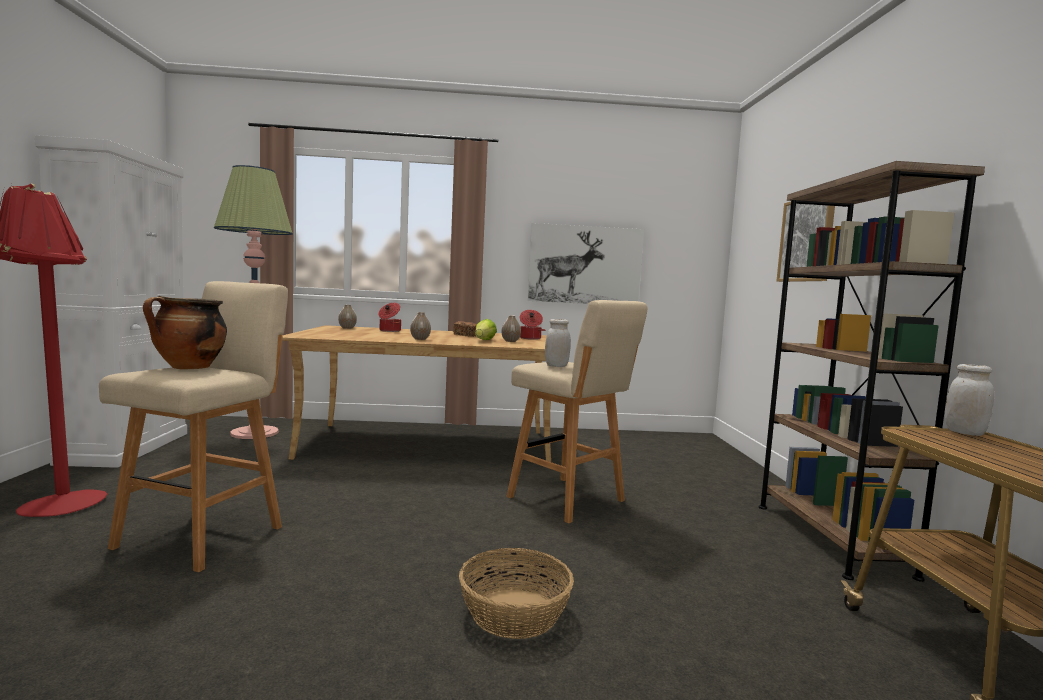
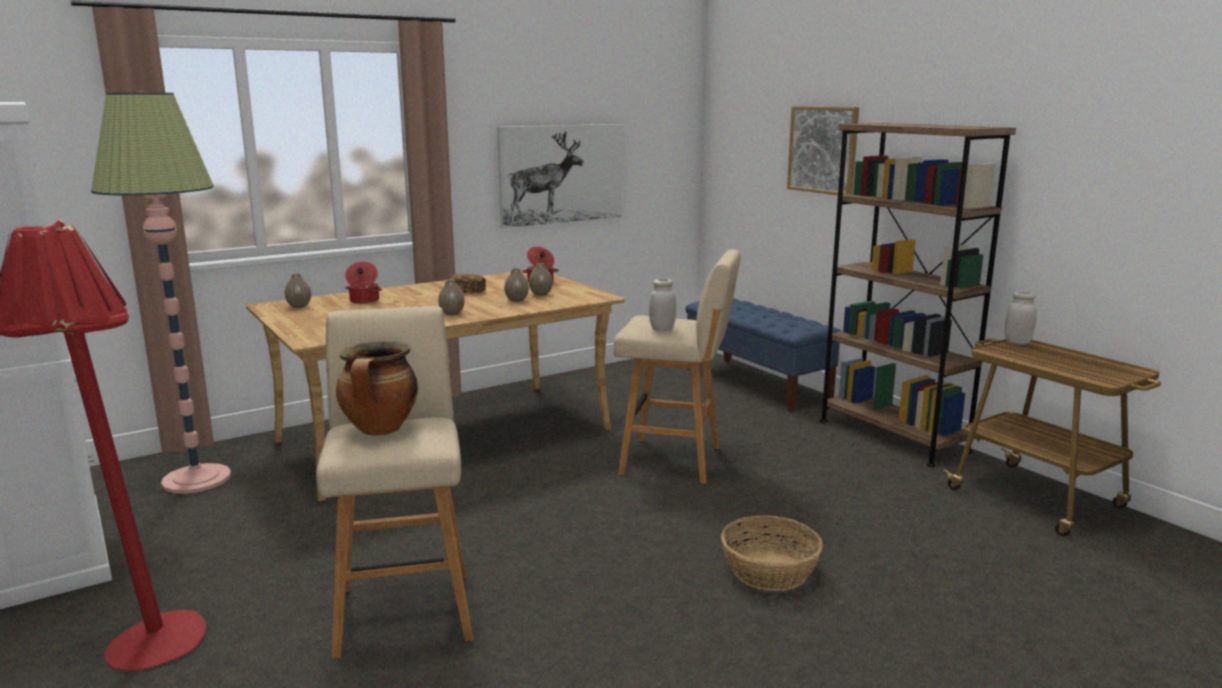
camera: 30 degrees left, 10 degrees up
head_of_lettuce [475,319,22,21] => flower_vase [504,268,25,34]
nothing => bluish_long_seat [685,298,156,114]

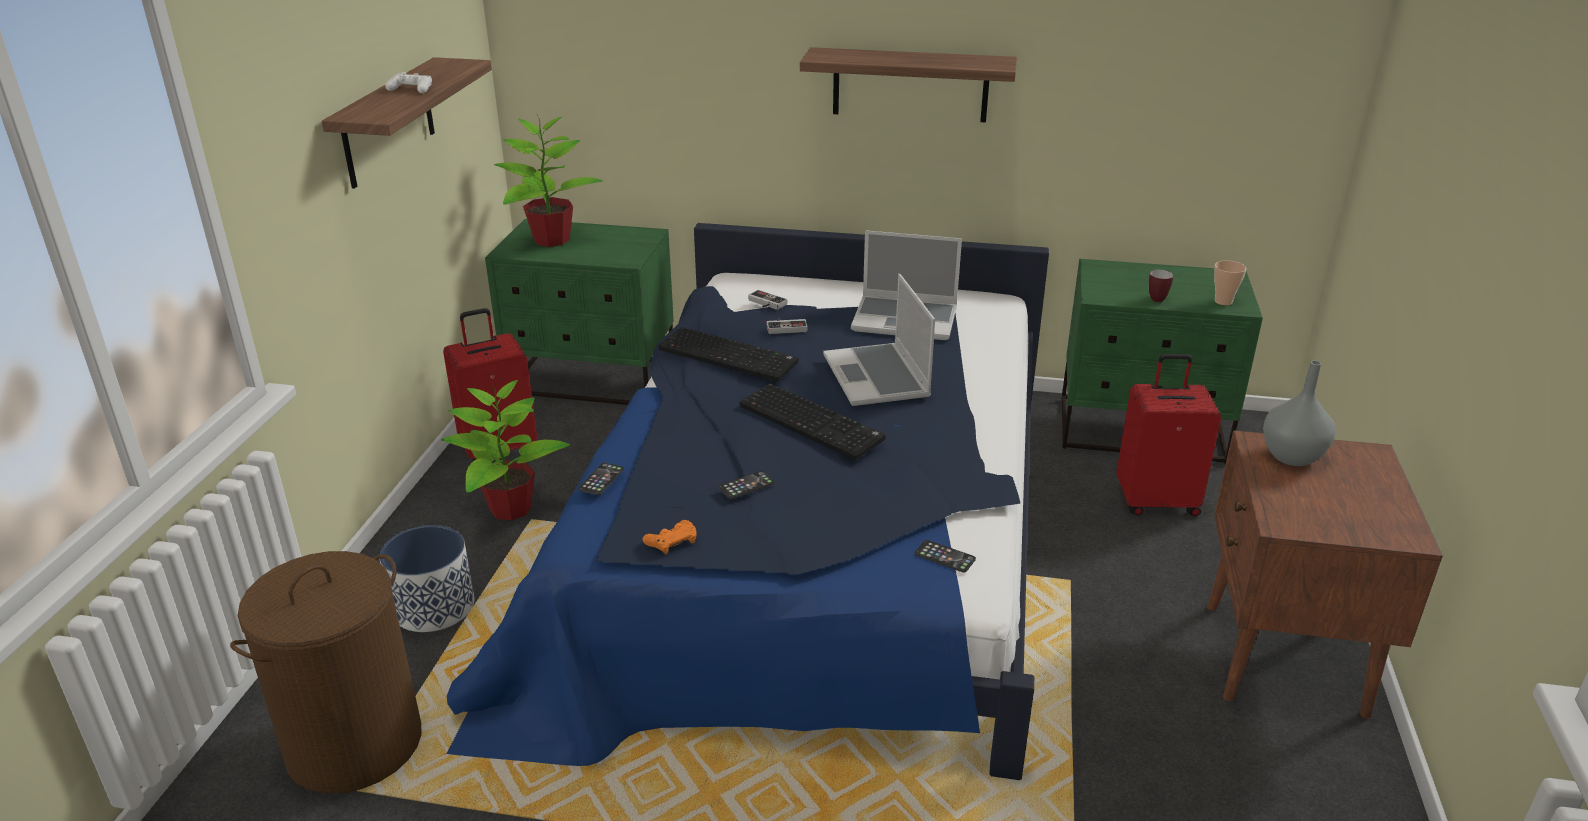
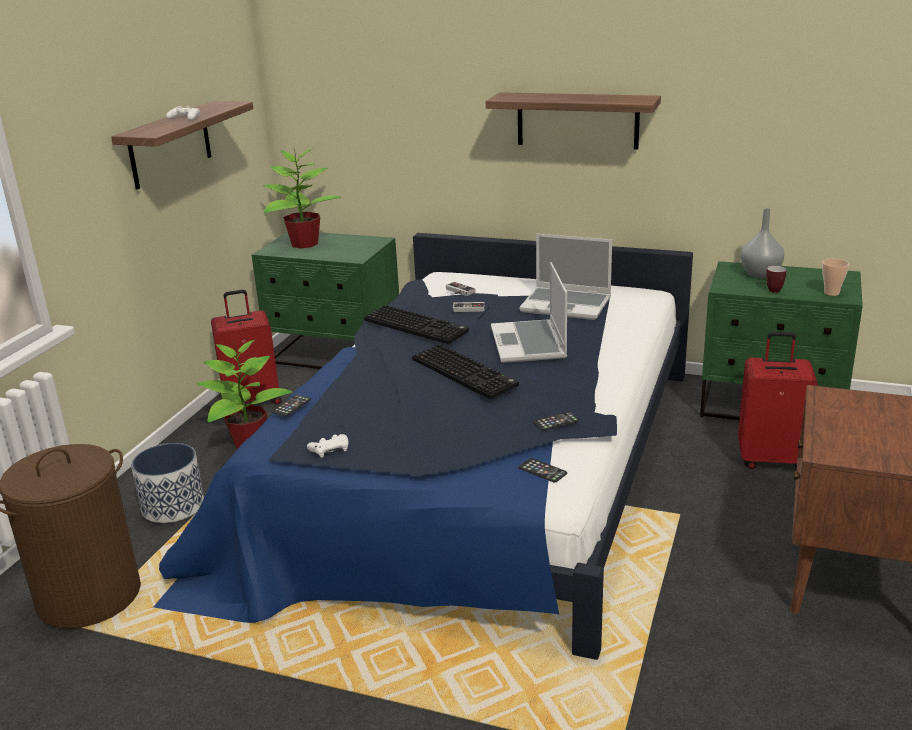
camera: 10 degrees right, 5 degrees down
grey_flower_vase [1263,361,72,105] => grey_flower_vase [741,208,44,70], move
handset [718,471,56,28] => handset [533,412,46,19], move
orange_game_controller [643,520,54,34] => white_game_controller [307,434,42,24]

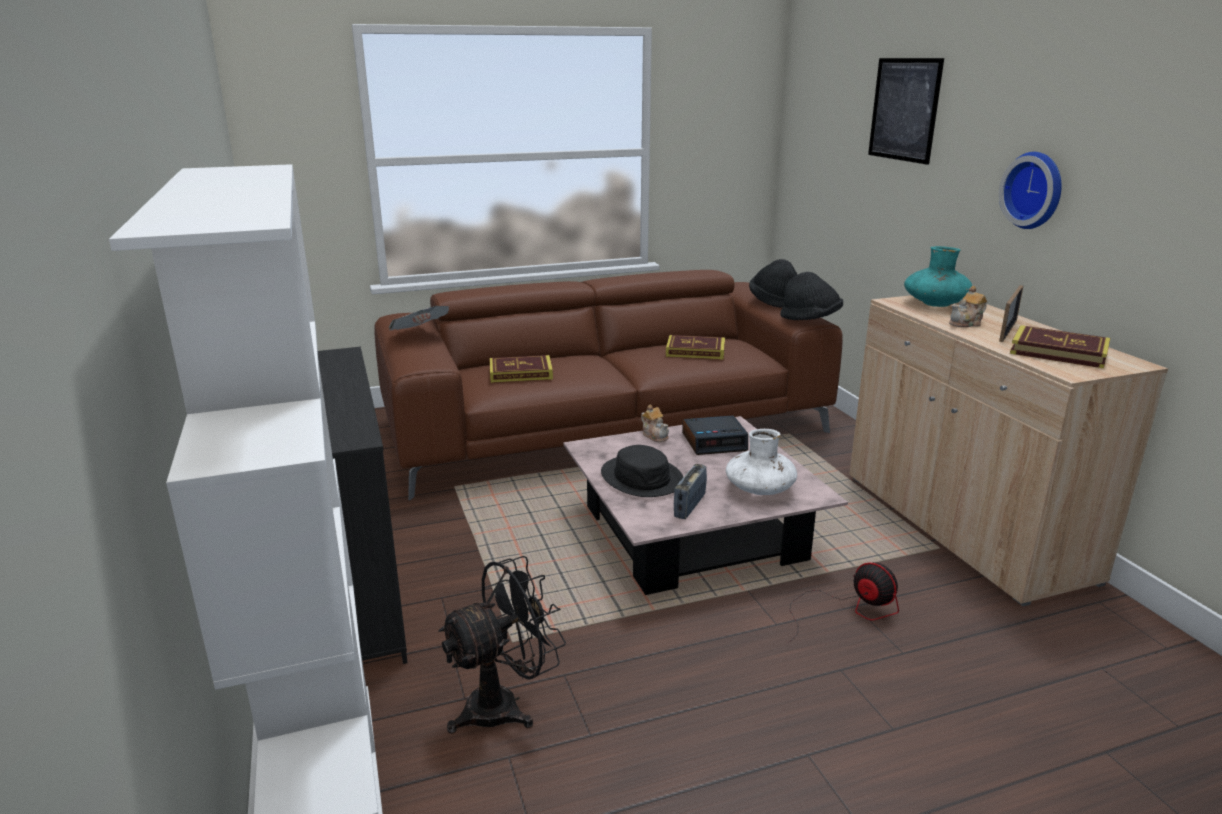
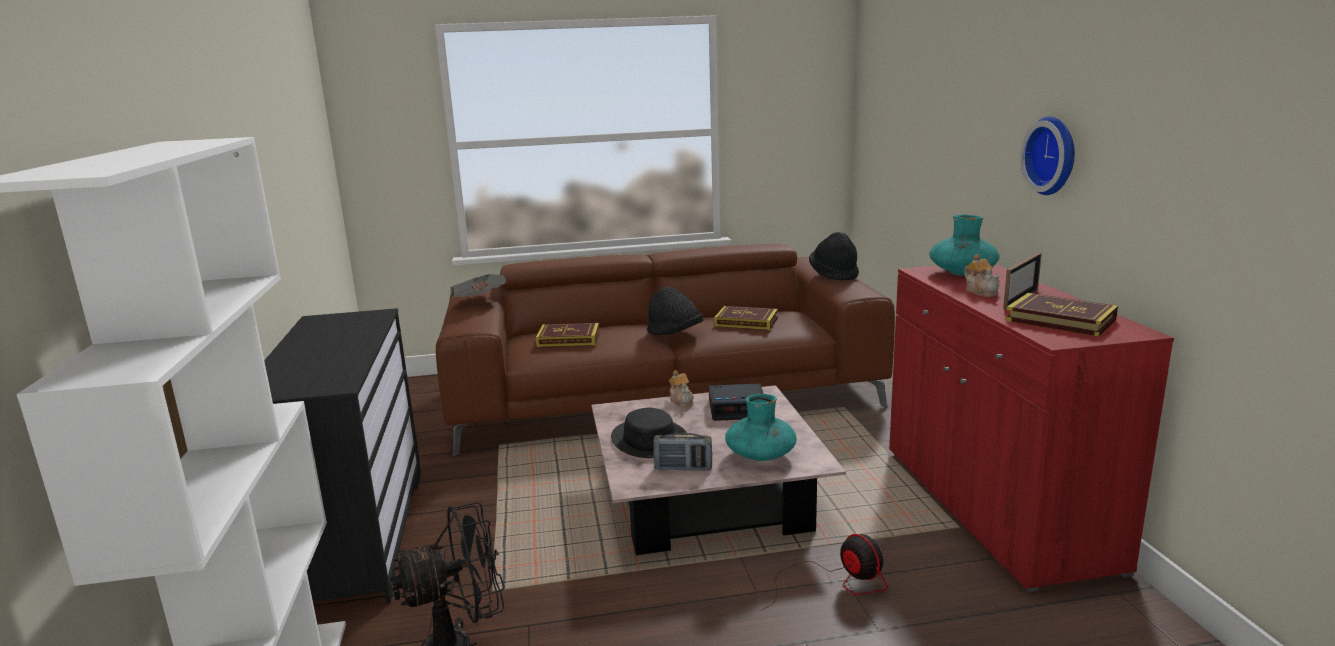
camera: 10 degrees right, 5 degrees down
wall_art [868,58,76,107] => nothing
black-coloured_wearable_hat [780,272,63,48] => black-coloured_wearable_hat [647,287,56,48], move
tea_pot [949,286,38,41] => tea_pot [964,254,36,43], 90 degrees counterclockwise
beige_storage_cabinet [849,295,319,311] => reddish_storage_cabinet [889,264,285,328]
white_flower_vase [726,429,71,66] => blue-green_flower_vase [725,394,72,67]
radio_set [674,464,33,55] => radio_set [653,433,59,38], 120 degrees counterclockwise

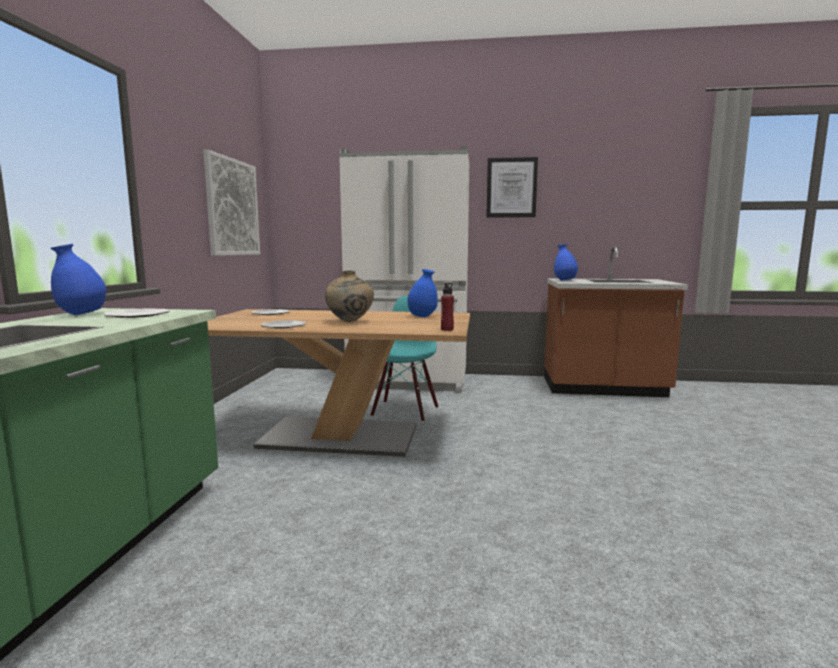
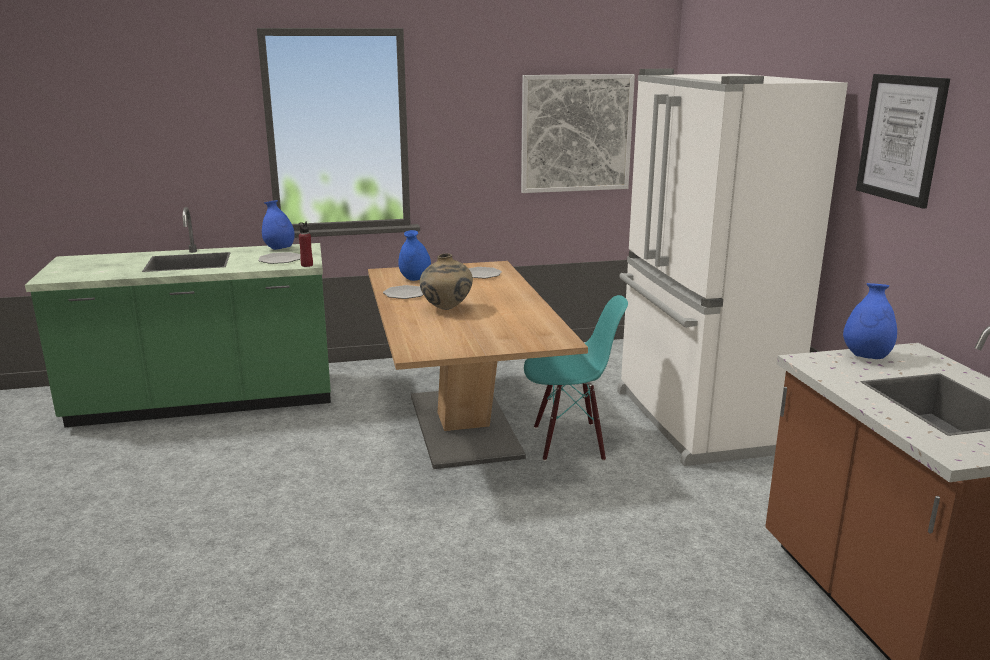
camera: 70 degrees right, 10 degrees up
bluish_flower_vase [407,269,31,48] => bluish_flower_vase [398,230,33,51], move
reddish_bottle [441,283,13,48] => reddish_bottle [299,222,14,45], move

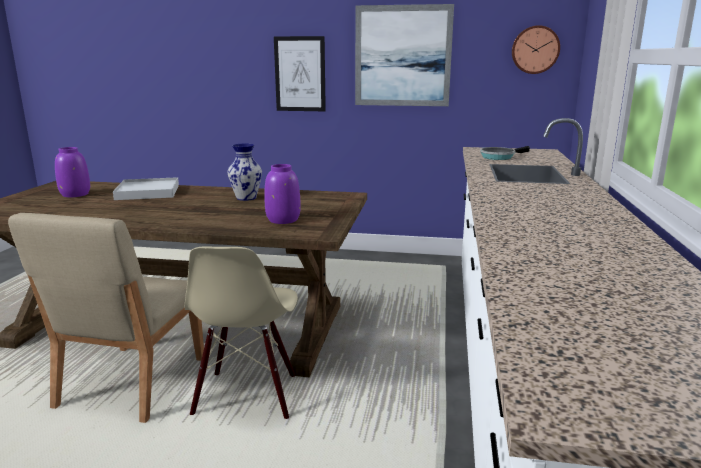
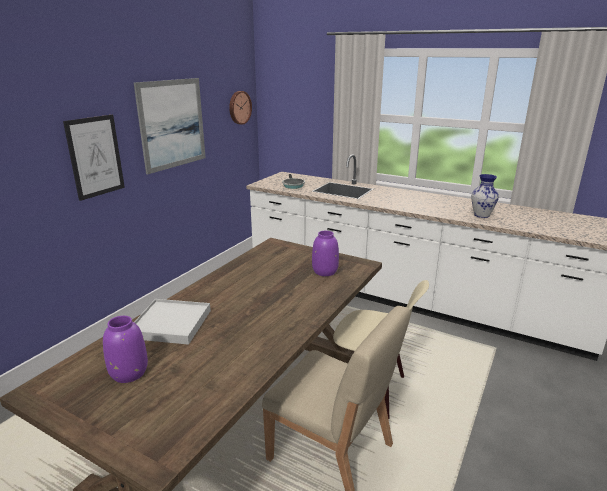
camera: 70 degrees left, 5 degrees up
flower_vase [228,144,34,57] => flower_vase [471,174,28,44], move

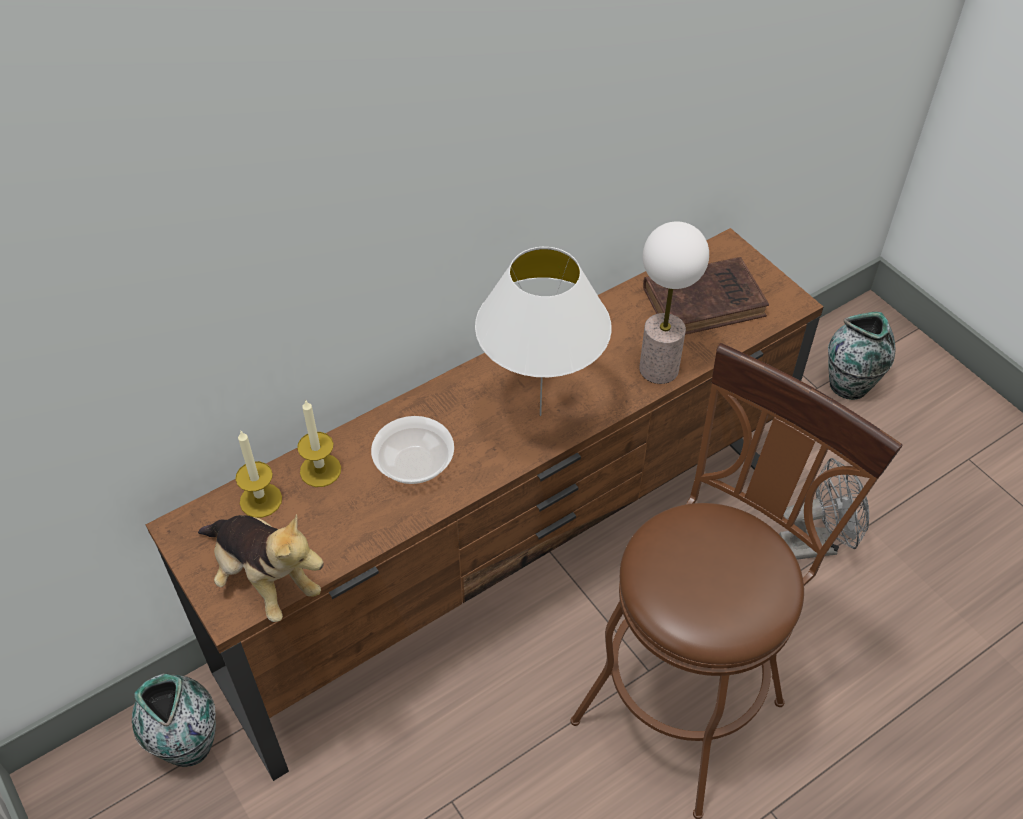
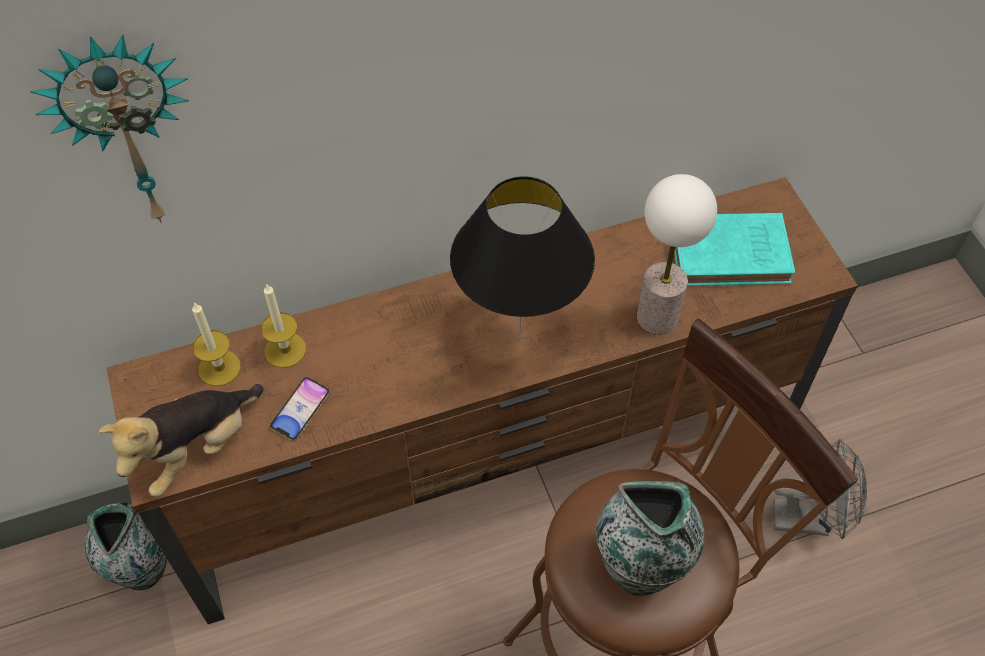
camera: 15 degrees right, 5 degrees up
white_table_lamp [475,247,137,169] => black-coloured_table_lamp [450,176,145,166]
brownish_bound_book [643,257,126,78] => blue-green_bound_book [674,213,121,73]
flower_vase [828,312,67,88] => flower_vase [596,481,109,115], move
bowl [371,416,83,68] => nothing
soft_toy [198,514,126,108] => soft_toy [99,384,165,113], 75 degrees clockwise
nothing => clock_on_the_wall [30,34,159,189]
nothing => handset [270,377,60,64]

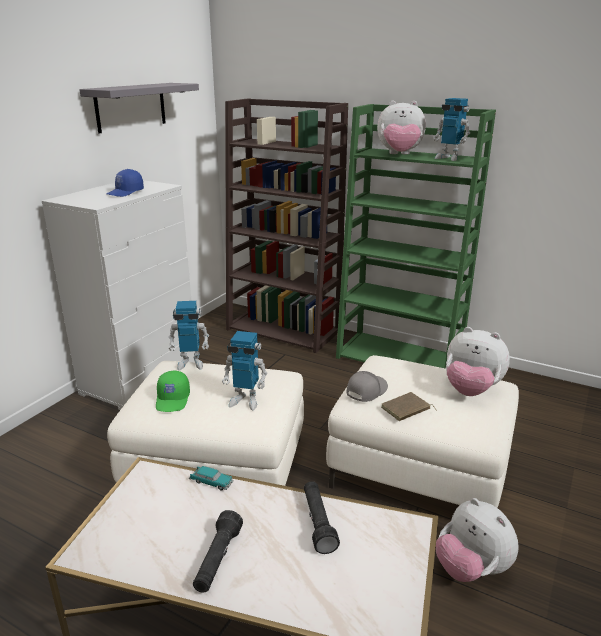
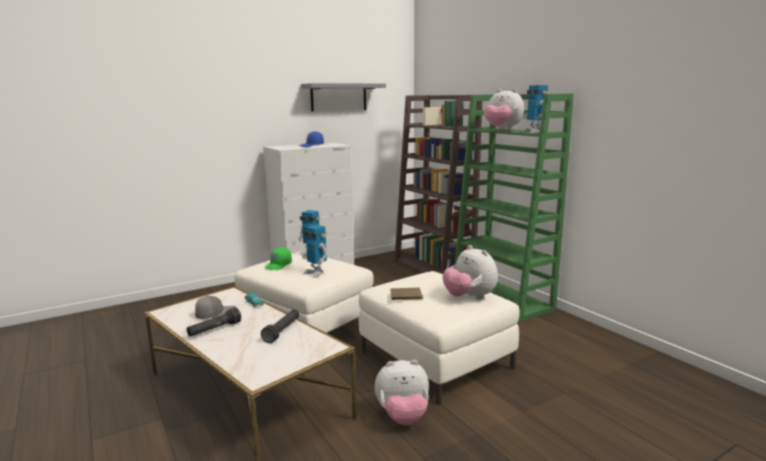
camera: 30 degrees right, 10 degrees down
grey_baseball_cap [347,371,41,31] => grey_baseball_cap [195,295,41,24], move
soft_toy [436,498,83,84] => soft_toy [375,360,54,65], 90 degrees counterclockwise

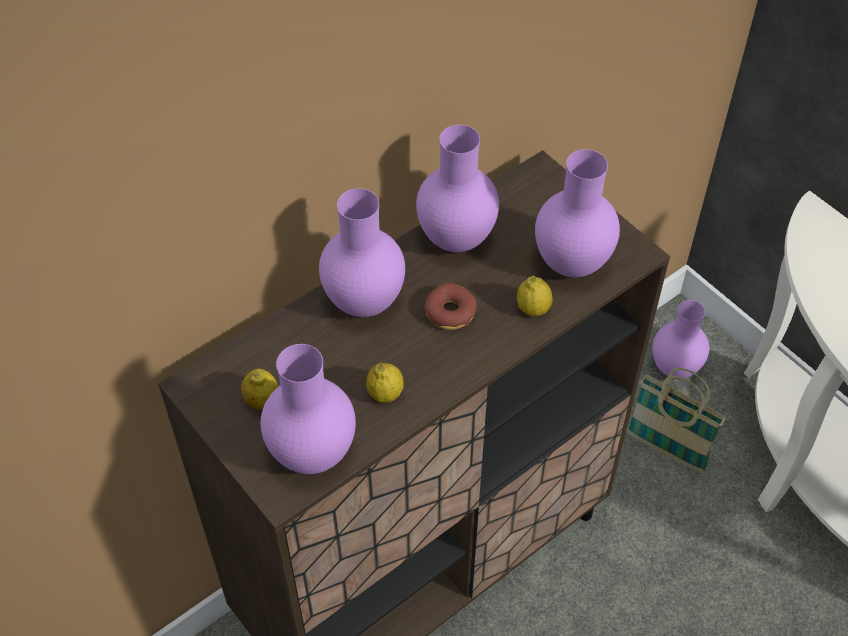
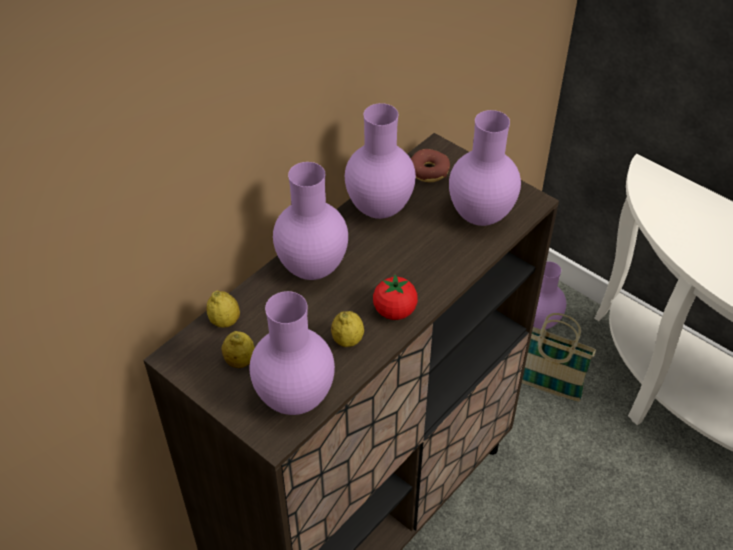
camera: 10 degrees left, 5 degrees down
citrus_fruit [517,276,36,40] => citrus_fruit [207,290,33,38], move
donut [424,283,53,47] => donut [411,149,39,33], move
nothing => whole_tomato [373,274,45,46]

